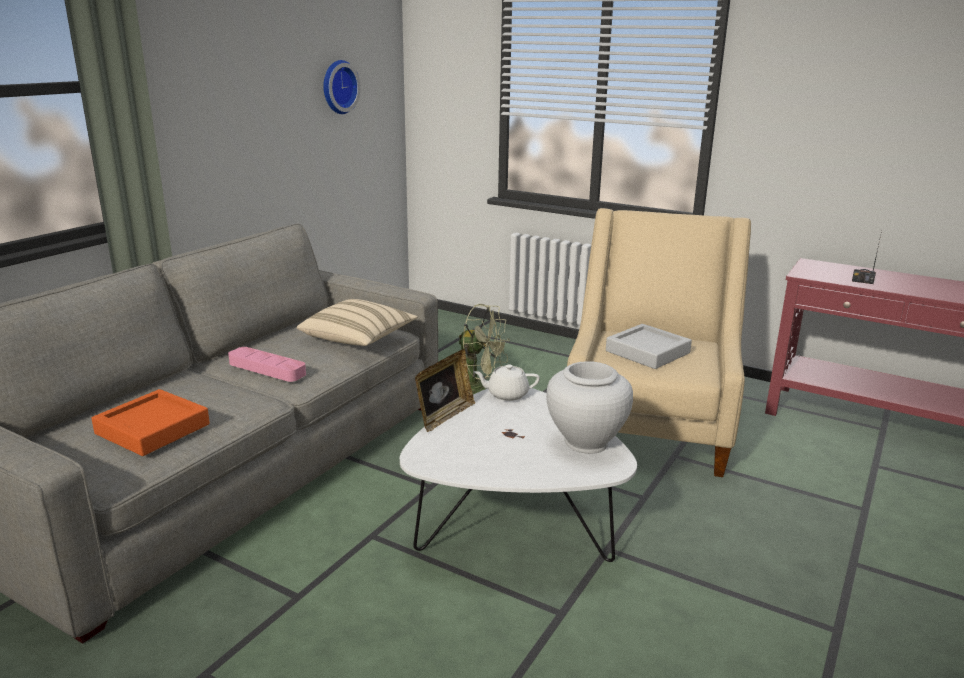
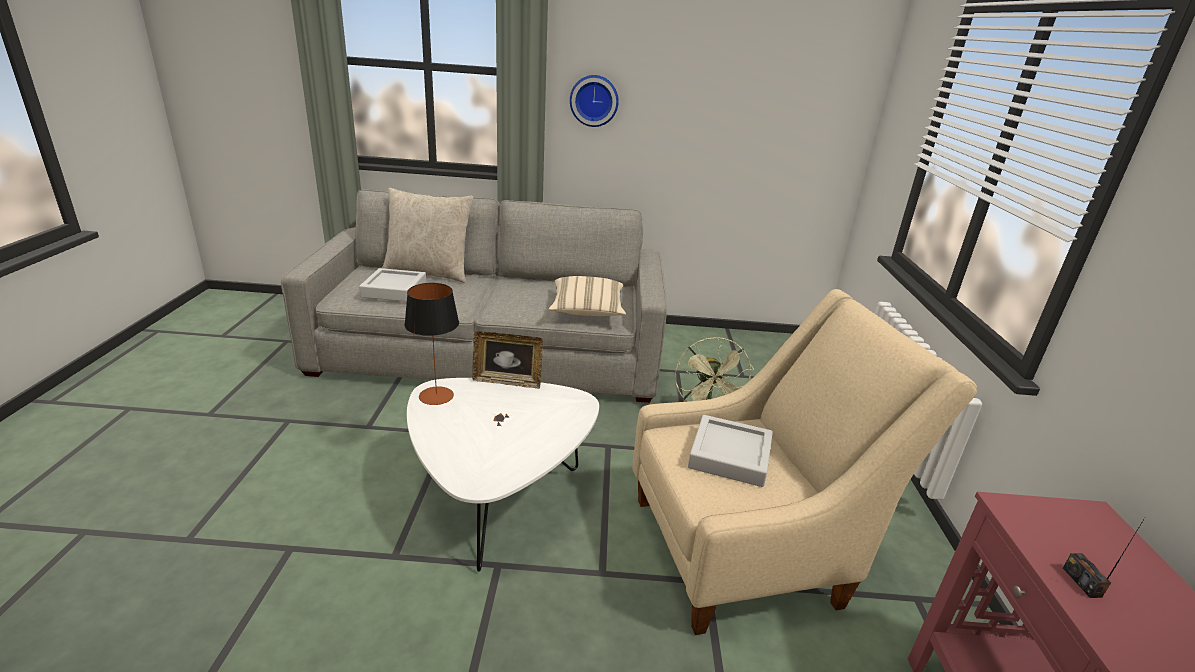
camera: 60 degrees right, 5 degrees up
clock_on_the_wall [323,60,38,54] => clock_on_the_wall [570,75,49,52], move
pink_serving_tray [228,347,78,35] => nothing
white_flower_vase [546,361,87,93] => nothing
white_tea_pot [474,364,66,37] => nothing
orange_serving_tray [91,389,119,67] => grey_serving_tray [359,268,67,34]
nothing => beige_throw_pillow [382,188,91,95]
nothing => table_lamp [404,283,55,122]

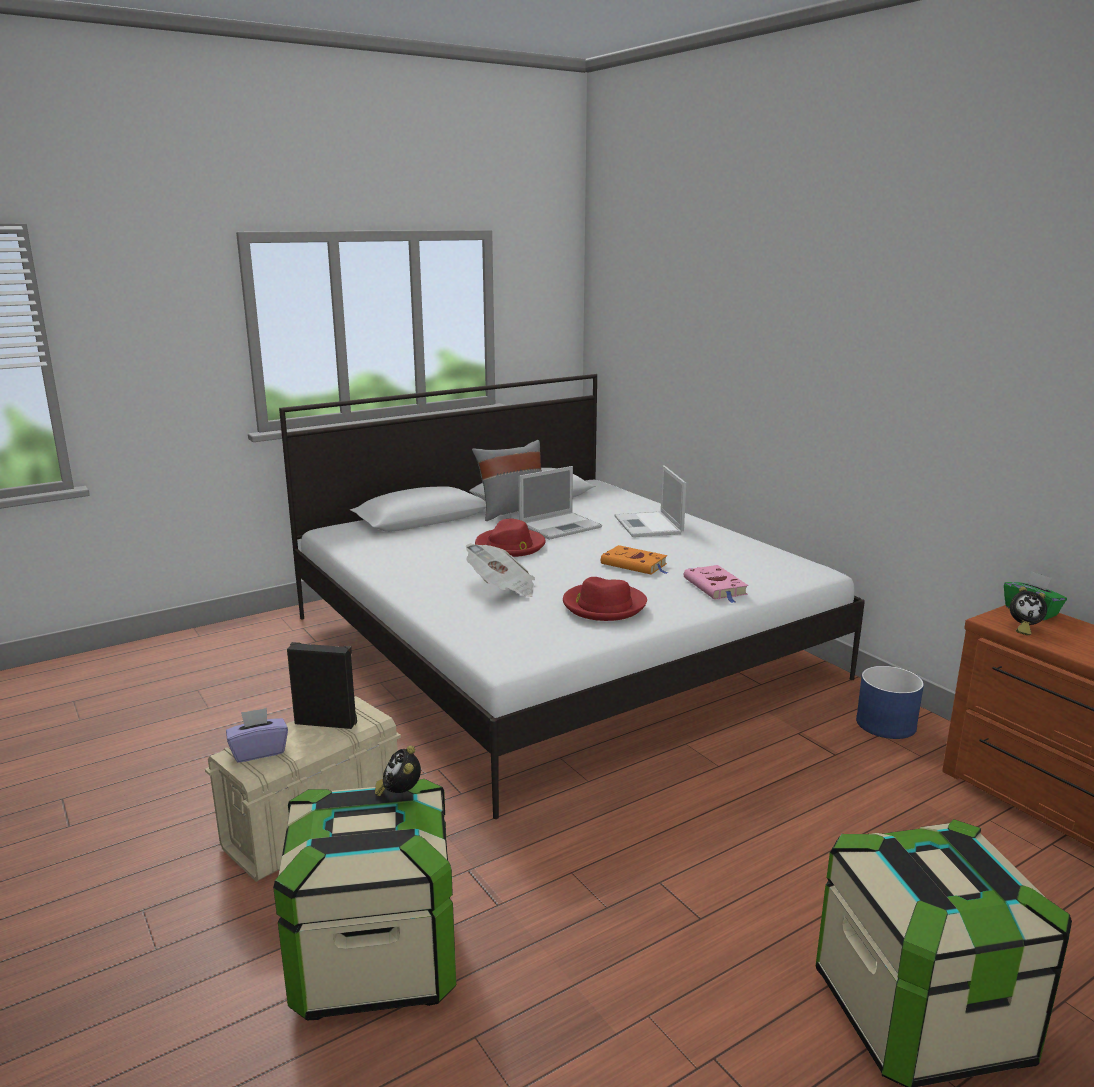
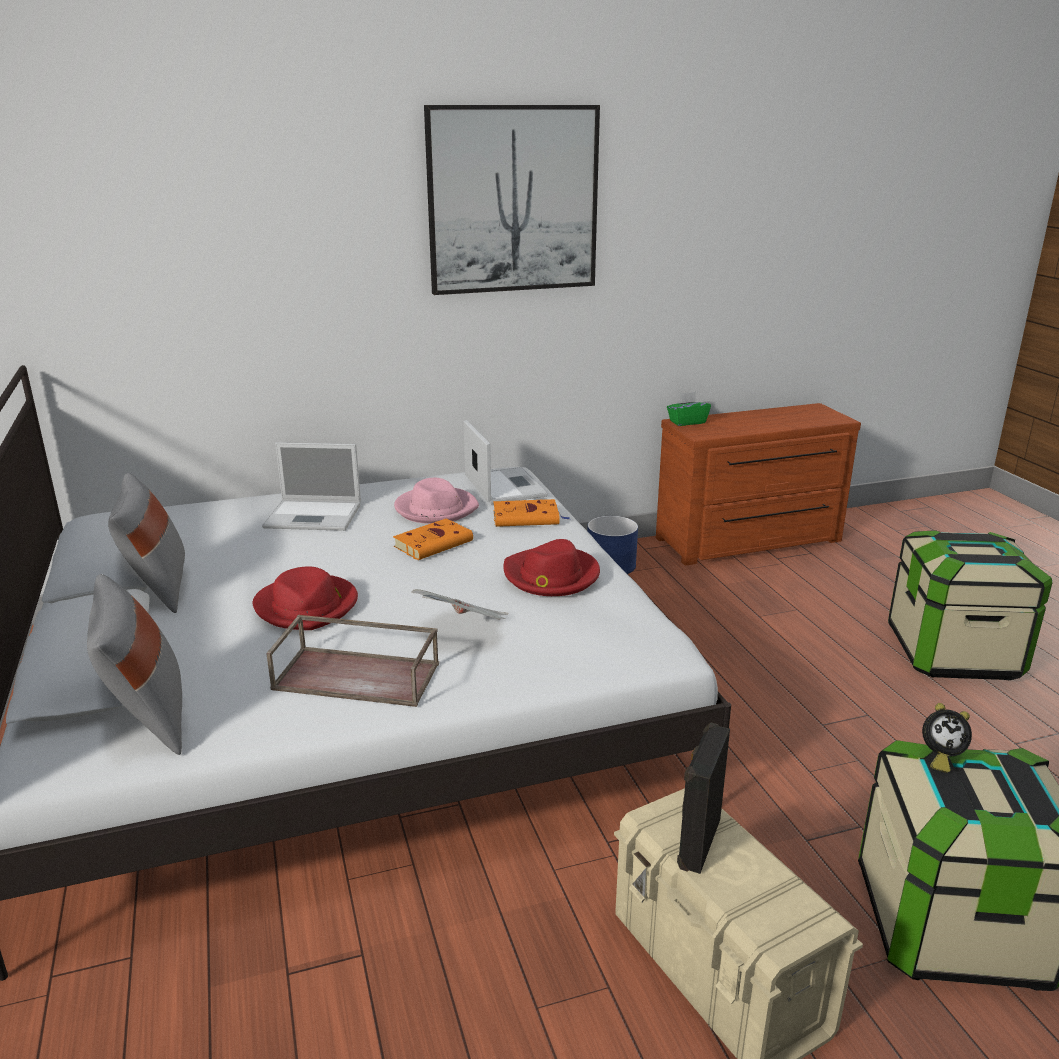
camera: 75 degrees left, 5 degrees up
portable_computer [519,466,83,74] => portable_computer [463,420,85,84], move
pink_bound_book [684,565,64,38] => orange_bound_book [493,499,76,28]
bedside_clock [1010,586,37,49] => nothing
purple-coloured_box_of_tissues [226,708,62,55] => nothing
nothing => wall_art [424,105,176,190]
nothing => pink_wearable_hat [394,478,85,46]
nothing => grey_throw_pillow [87,574,95,181]
nothing => brownish_serving_tray [266,615,173,92]

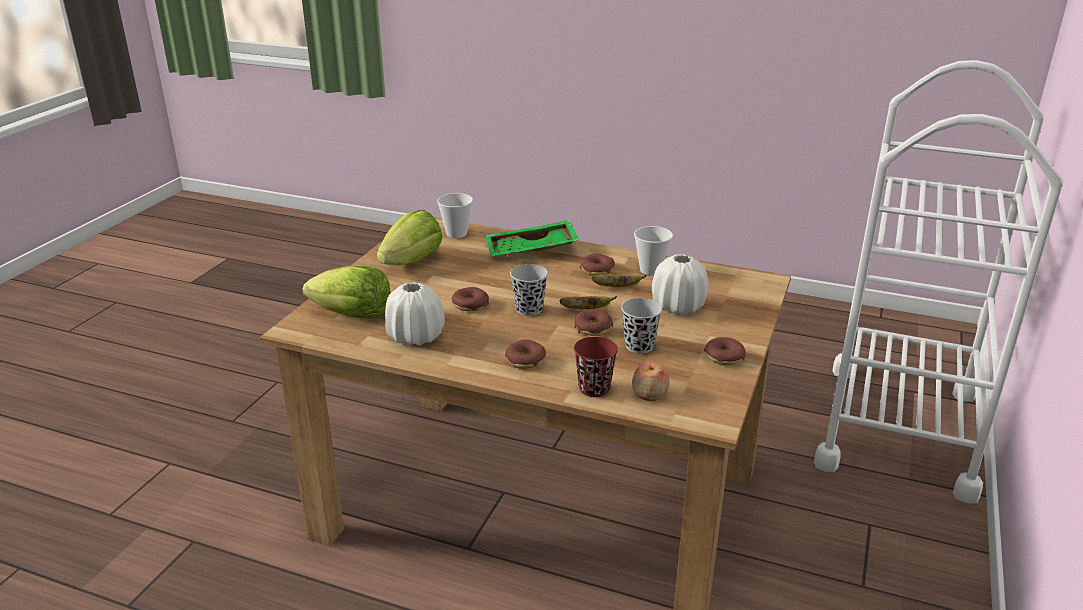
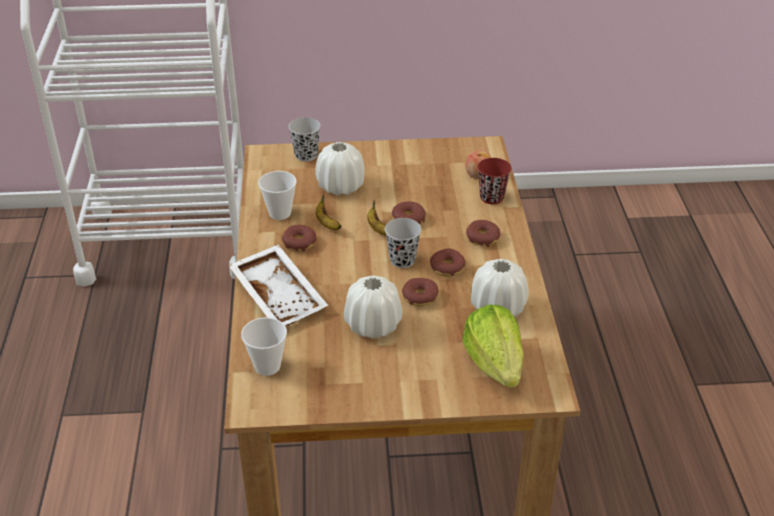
camera: 115 degrees left, 10 degrees up
head_of_lettuce [377,210,65,55] => nothing
greenish_serving_tray [486,220,93,36] => white_serving_tray [228,244,100,81]
black-coloured_cup [621,298,41,56] => black-coloured_cup [289,117,32,45], move
donut [704,337,42,28] => donut [430,248,36,28], move
nothing => white_flower_vase [344,276,58,63]

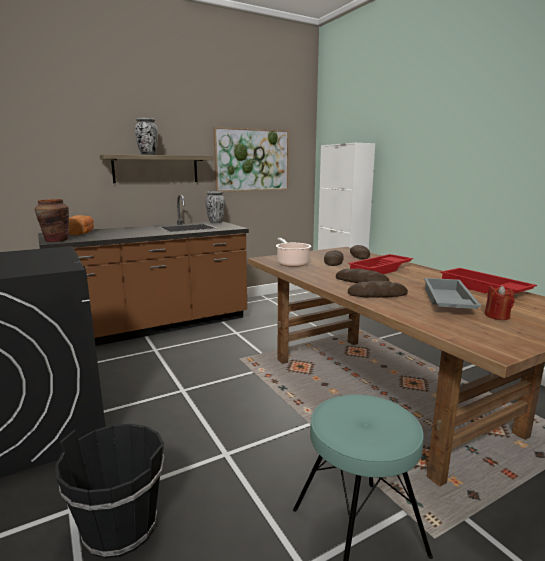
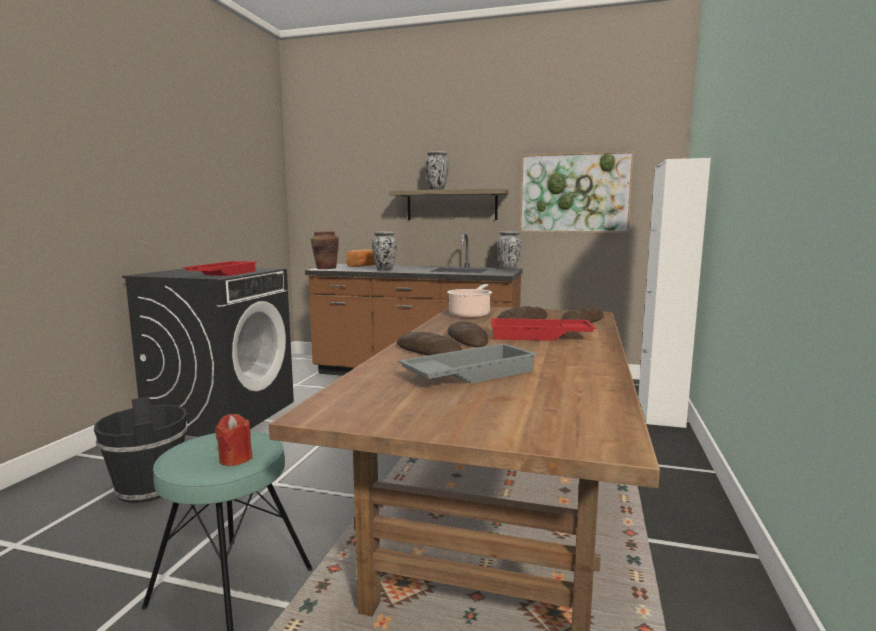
camera: 45 degrees right, 5 degrees down
reddish_serving_tray [440,268,97,25] => reddish_serving_tray [182,261,75,15], move
reddish_candle [485,285,29,35] => reddish_candle [215,414,37,52], move
nothing => flower_vase [372,231,25,40]

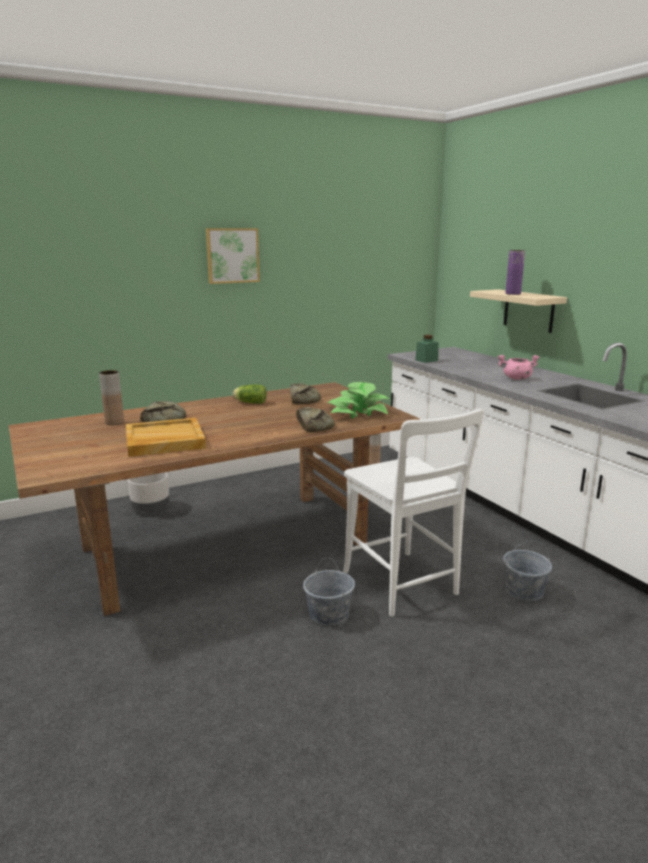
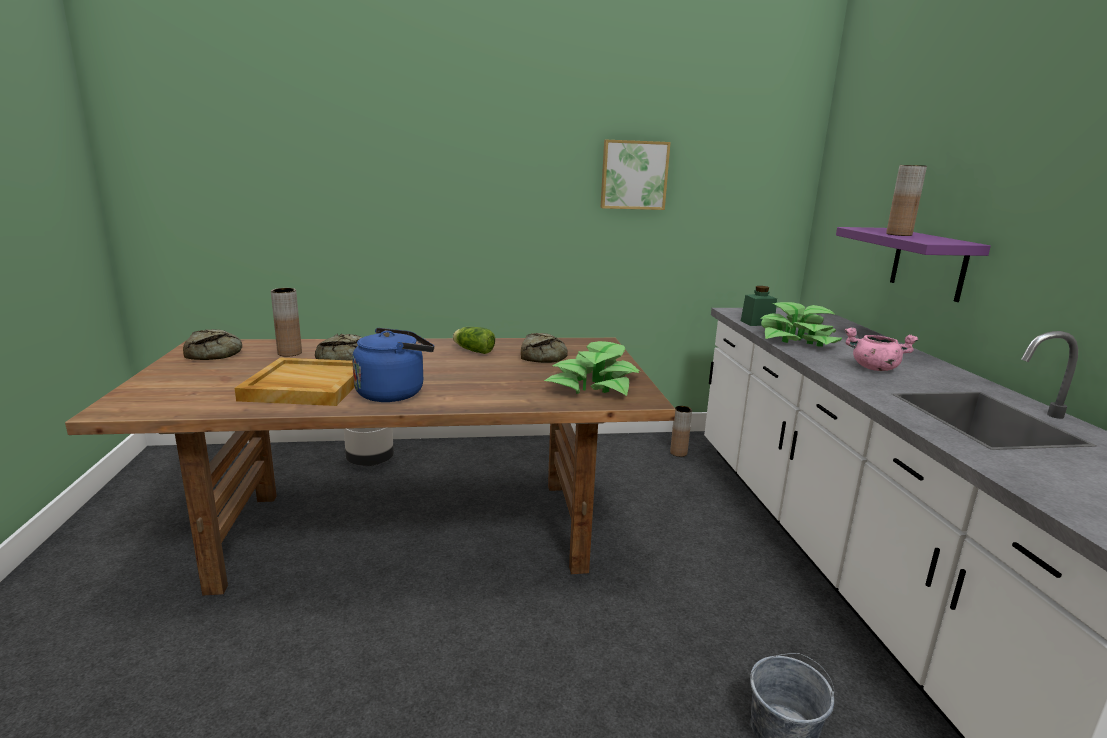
camera: 20 degrees right, 0 degrees up
wall_art [206,228,54,56] => wall_art [600,140,71,70], move
purple-coloured_flower_vase [505,250,20,45] => brownish_flower_vase [886,165,41,71]
beige_bracket_shelf [470,289,97,44] => purple-coloured_bracket_shelf [836,227,155,75]
baked_bread [296,407,39,25] => baked_bread [183,329,59,31], move
white_plain_chair [343,409,141,208] => nothing
grey_bucket [303,558,52,68] => nothing
nothing => houseplant [760,302,82,45]
nothing => bluish_water_kettle [352,328,82,74]

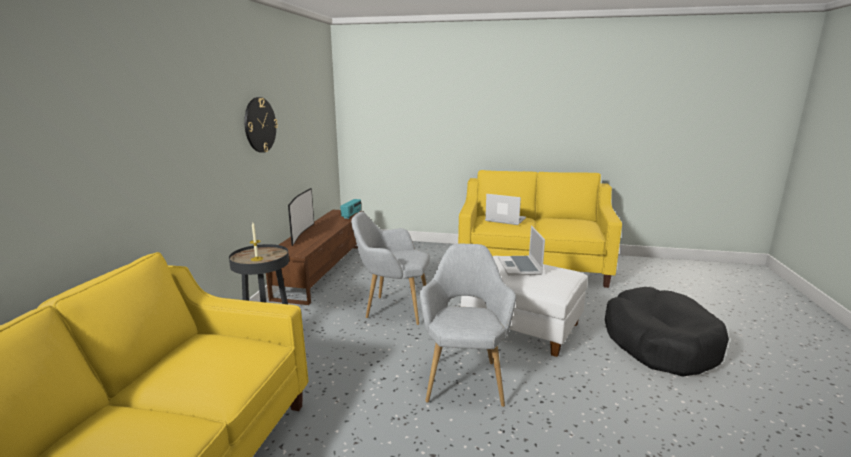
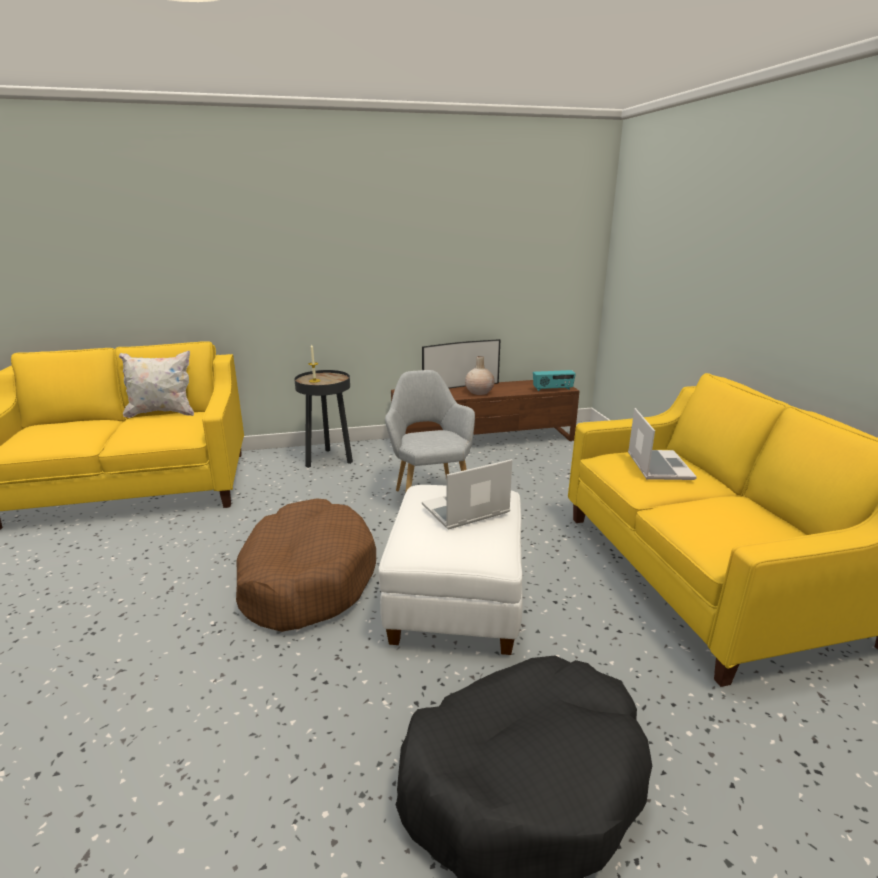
camera: 65 degrees right, 5 degrees up
clock_on_the_wall [244,97,34,56] => nothing
grey_armchair [420,244,96,163] => brownish_dog_cushion [236,498,140,134]
nothing => white_throw_pillow [119,351,75,67]
nothing => beige_flower_vase [465,356,30,39]

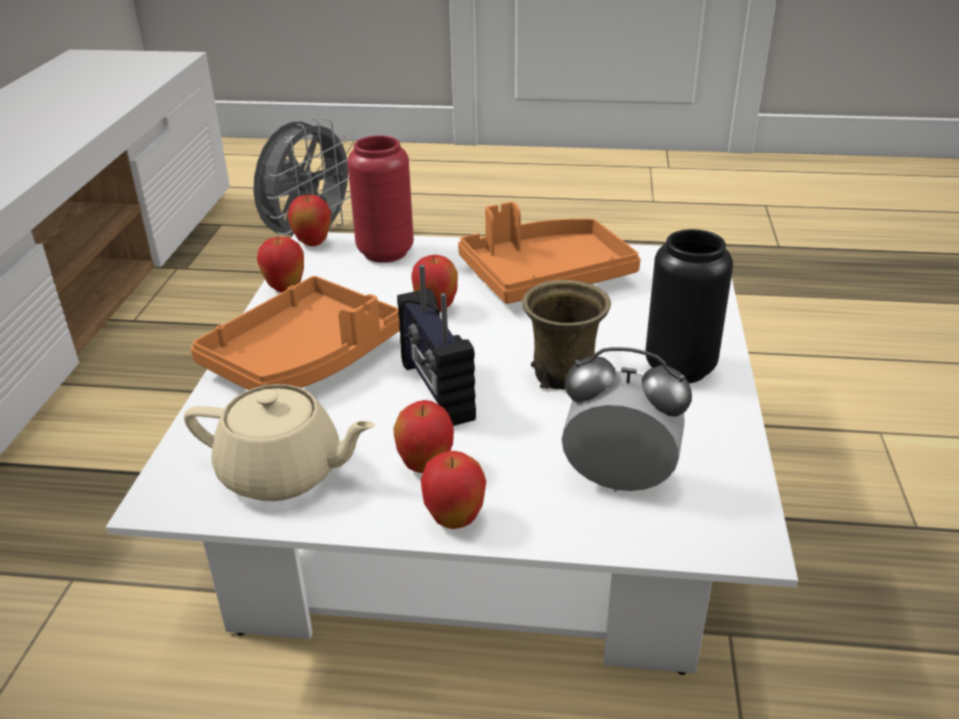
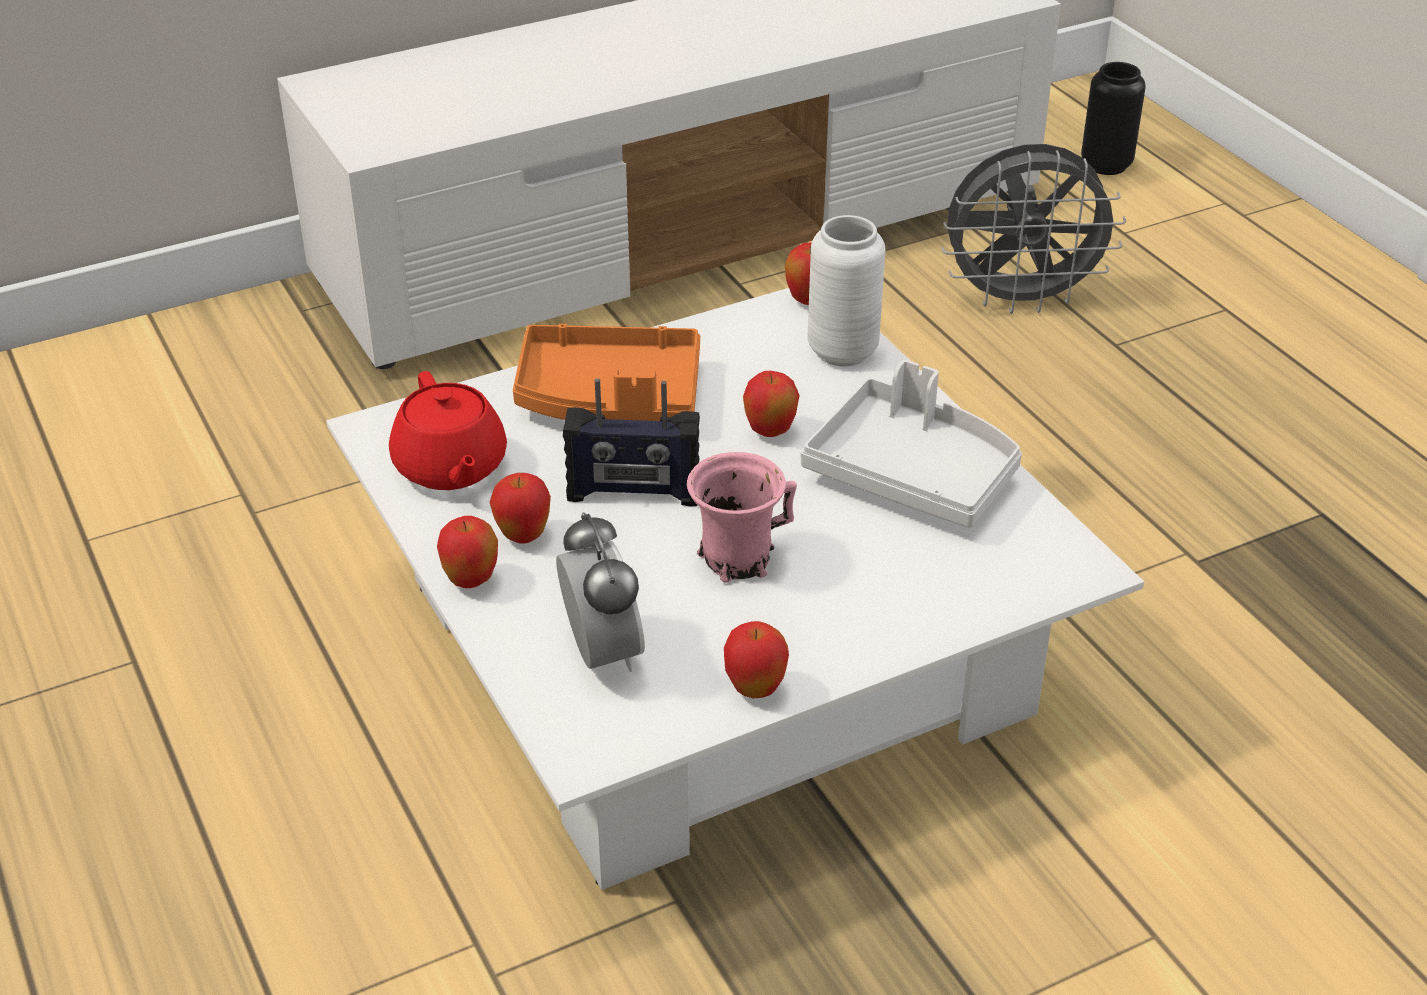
camera: 55 degrees right, 5 degrees up
reddish_flower_vase [347,135,67,128] => white_flower_vase [808,215,77,151]
orange_serving_tray [458,202,183,102] => white_serving_tray [801,360,221,168]
black-coloured_flower_vase [645,229,88,154] => black-coloured_flower_vase [1081,62,65,113], move
apple_fruit [257,237,47,55] => apple_fruit [724,621,65,77], move
radio_set [397,265,79,161] => radio_set [563,379,137,128], 120 degrees counterclockwise
brownish_mug [522,280,89,109] => pink_mug [687,452,110,131]
beige_tea_pot [184,384,191,117] => reddish_tea_pot [389,371,118,119]

